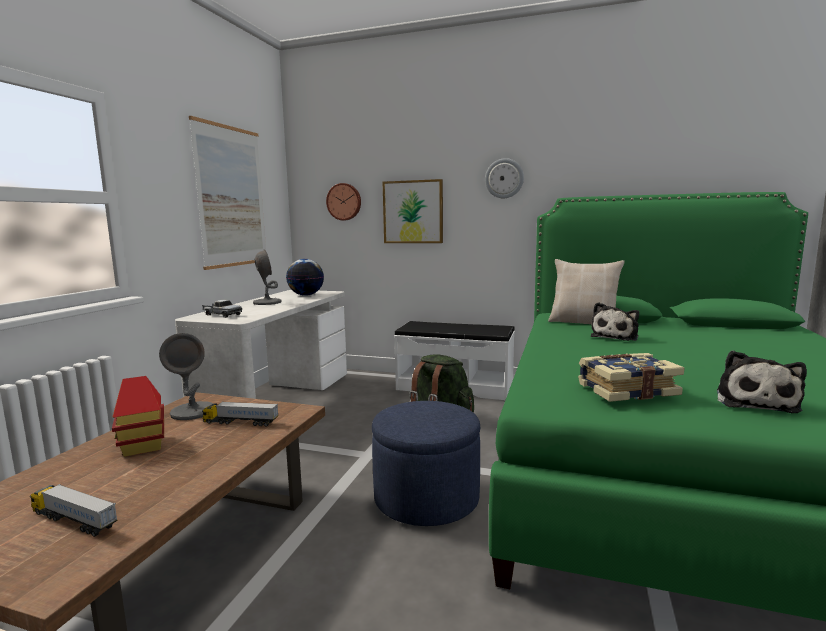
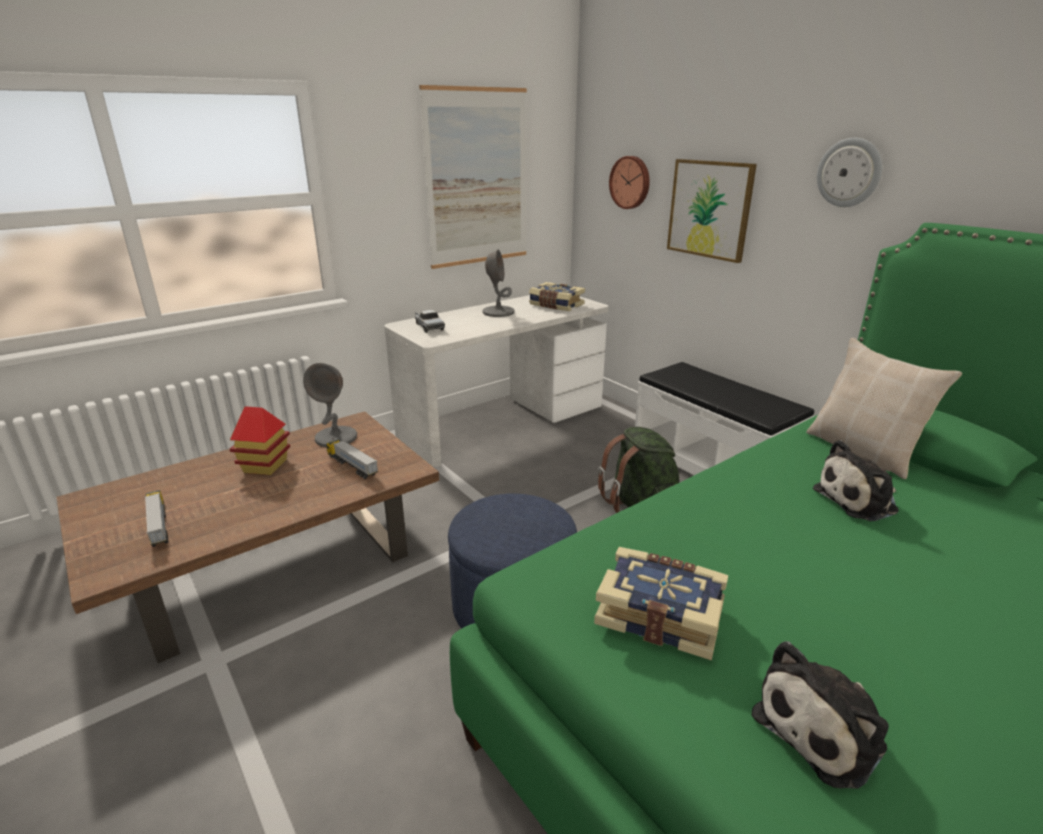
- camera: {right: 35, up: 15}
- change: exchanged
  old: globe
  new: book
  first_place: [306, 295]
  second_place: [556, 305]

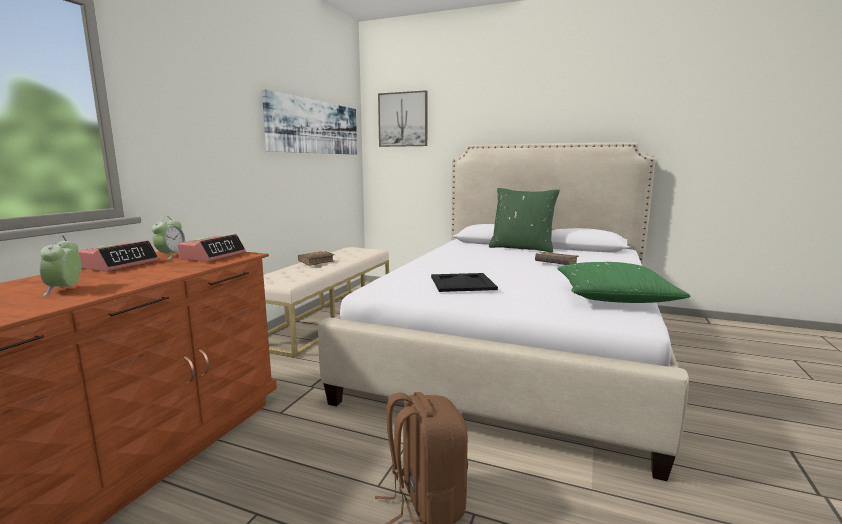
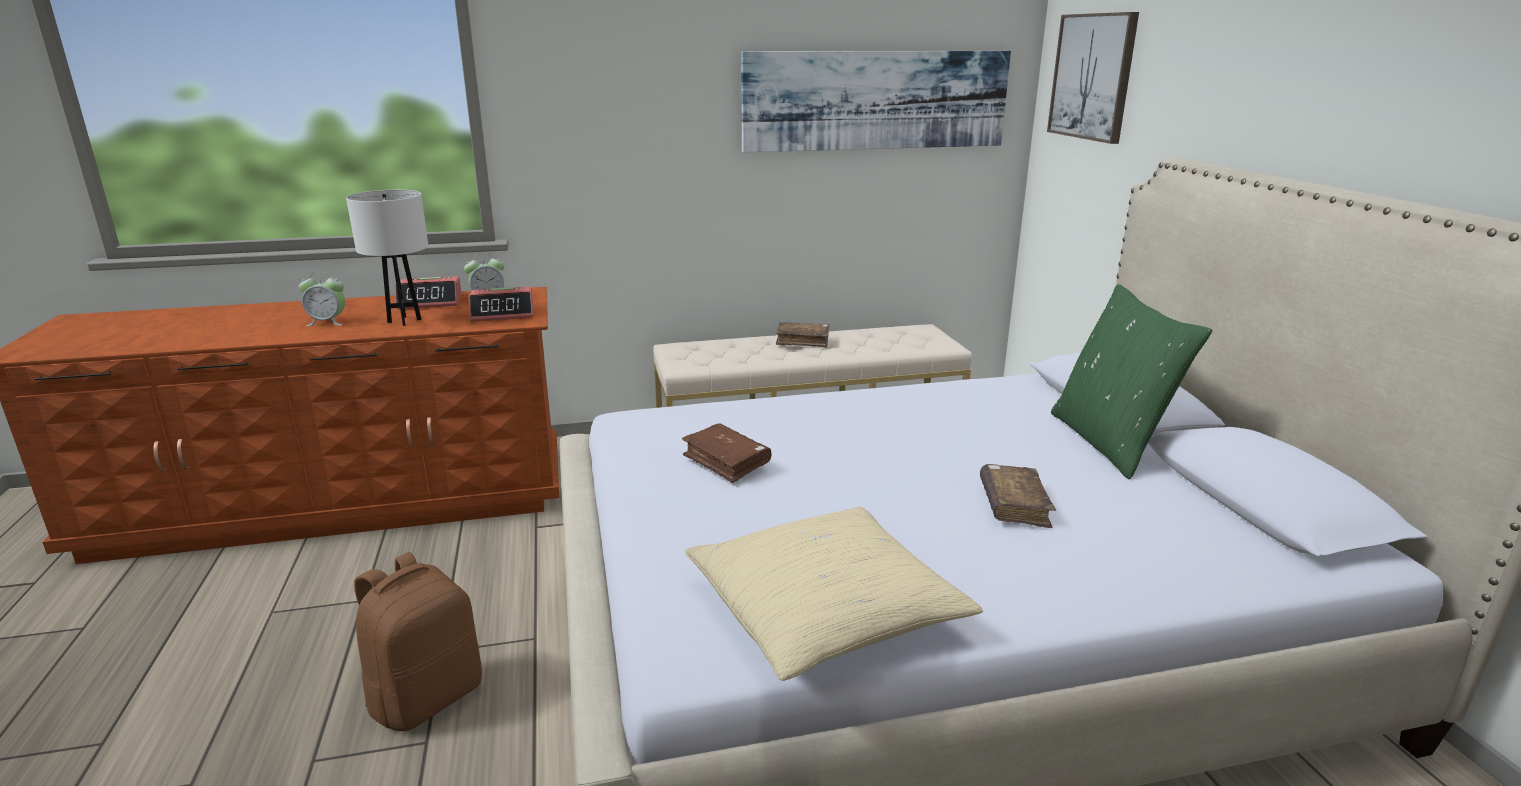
- camera: {right: 55, up: 10}
- change: spun
  old: alarm clock
  first_place: [65, 290]
  second_place: [327, 322]
  degrees: -135
- change: exchanged
  old: black tray
  new: brown book
  first_place: [463, 283]
  second_place: [726, 461]
- change: colour
  old: green pillow
  new: beige pillow
  first_place: [613, 297]
  second_place: [825, 611]
- change: appeared
  new: white table lamp
  second_place: [404, 321]

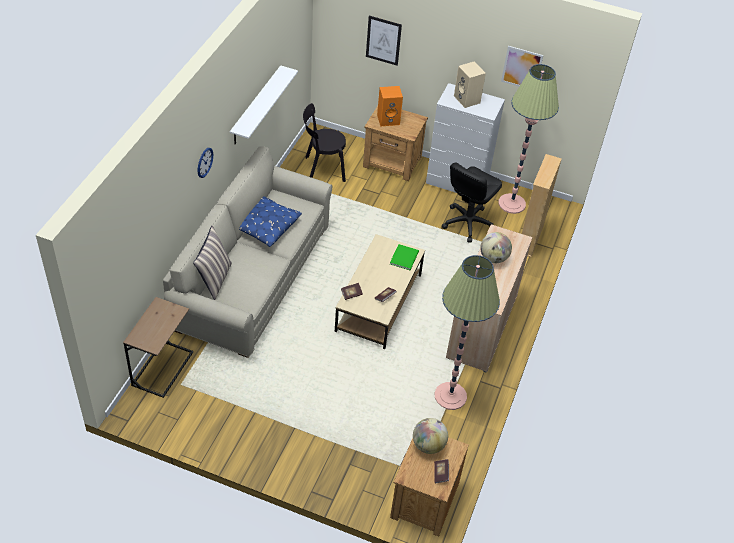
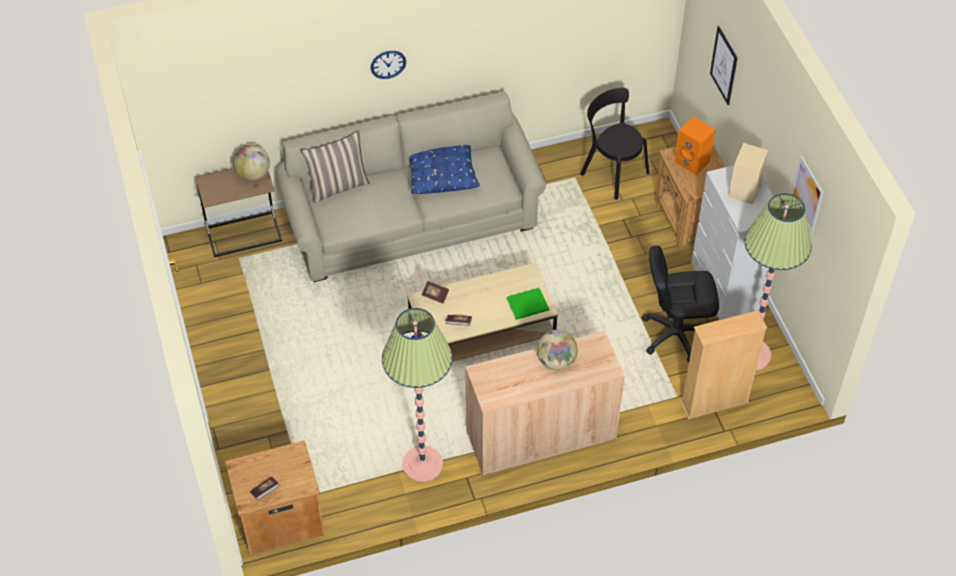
- camera: {right: 55, up: 5}
- change: missing
  old: white shelf
  first_place: [256, 106]
- change: relocated
  old: globe
  first_place: [428, 445]
  second_place: [253, 174]

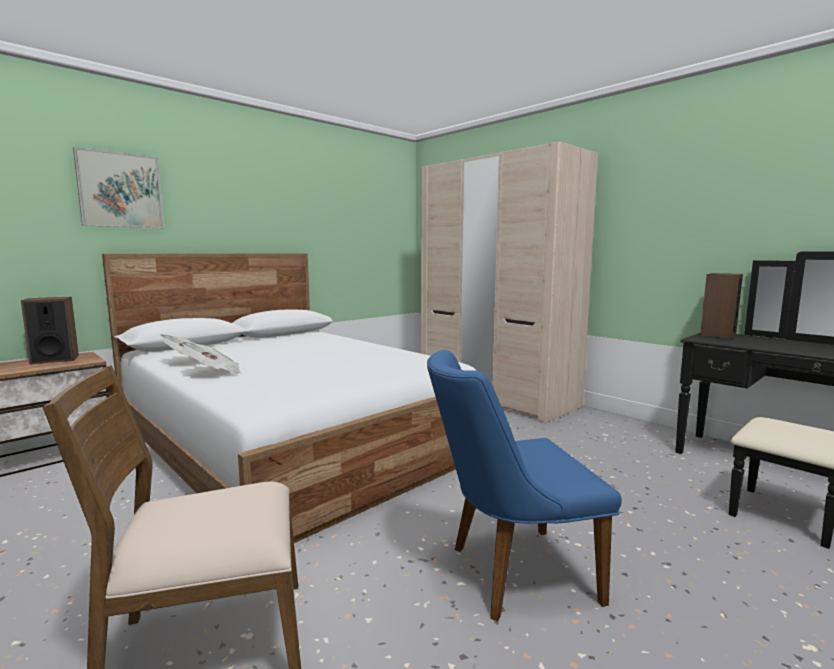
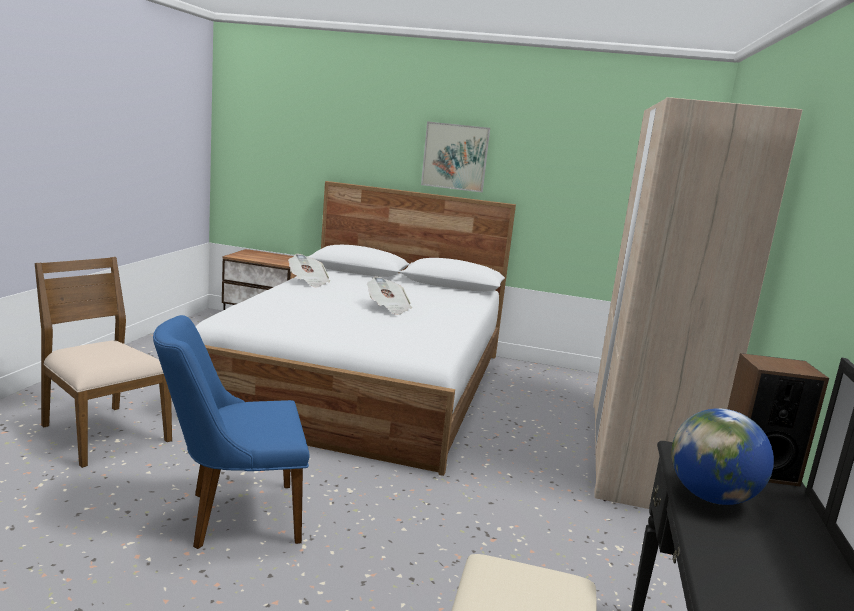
- camera: {right: 55, up: 5}
- change: missing
  old: speaker
  first_place: [55, 359]
- change: relocated
  old: picture
  first_place: [120, 190]
  second_place: [455, 156]
- change: relocated
  old: newspaper
  first_place: [214, 372]
  second_place: [388, 308]
- change: spun
  old: blue chair
  first_place: [509, 573]
  second_place: [232, 516]
  degrees: -60
- change: appeared
  new: globe
  second_place: [711, 497]

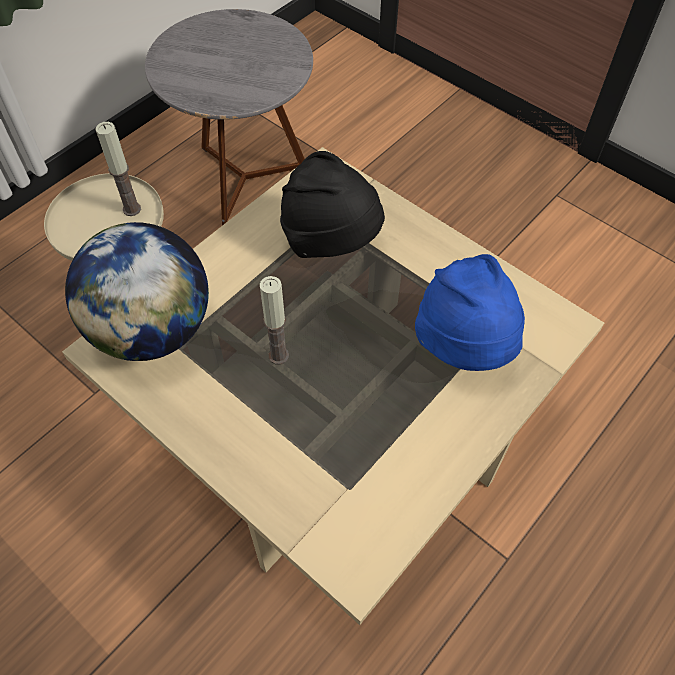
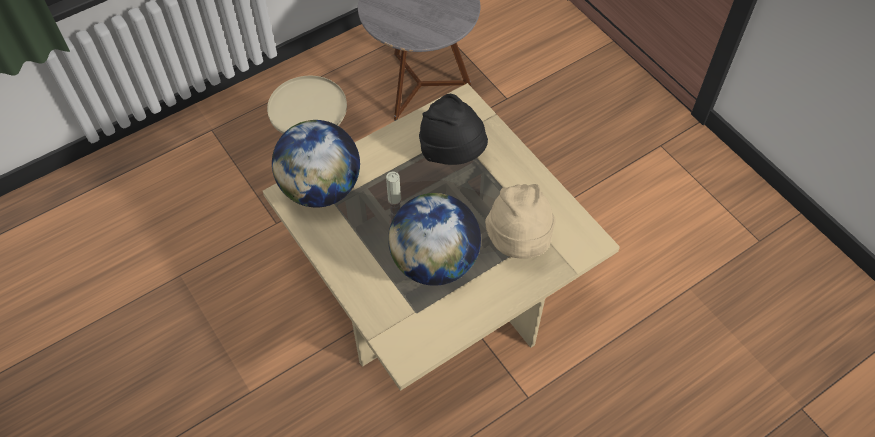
- camera: {right: 15, up: 0}
- change: missing
  old: candle
  first_place: [132, 209]
- change: colour
  old: blue hat
  new: beige hat
  first_place: [465, 345]
  second_place: [519, 241]
- change: appeared
  new: globe
  second_place: [434, 262]

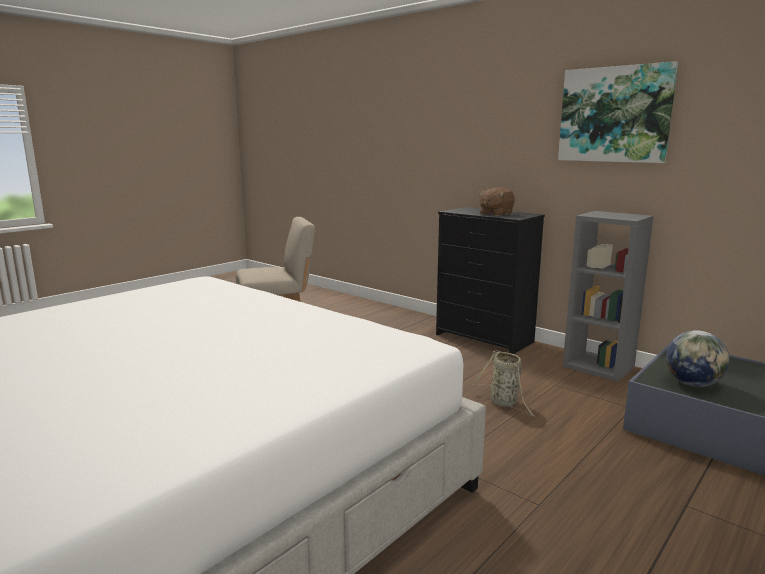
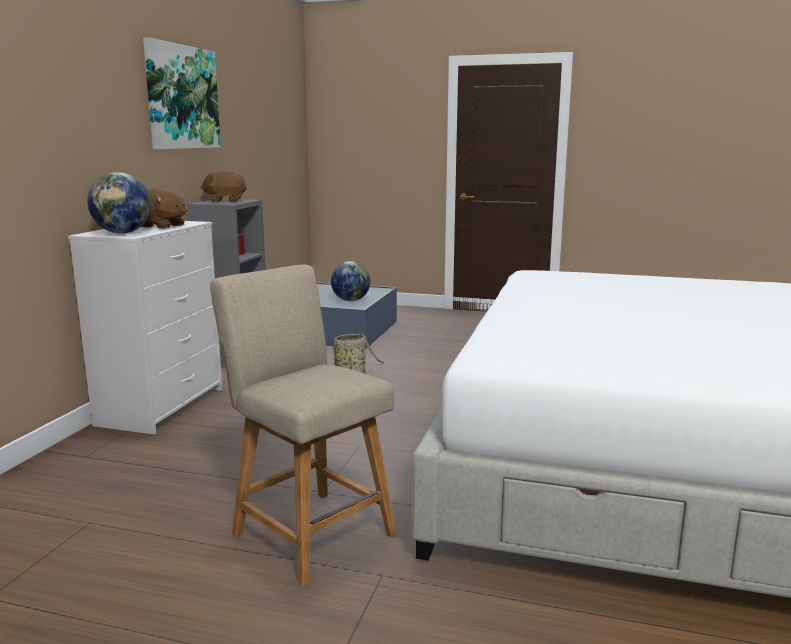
- camera: {right: -115, up: 0}
- change: colour
  old: black dresser
  new: white dresser
  first_place: [485, 338]
  second_place: [162, 406]
- change: appeared
  new: globe
  second_place: [123, 233]
- change: appeared
  new: brown plush toy
  second_place: [225, 201]

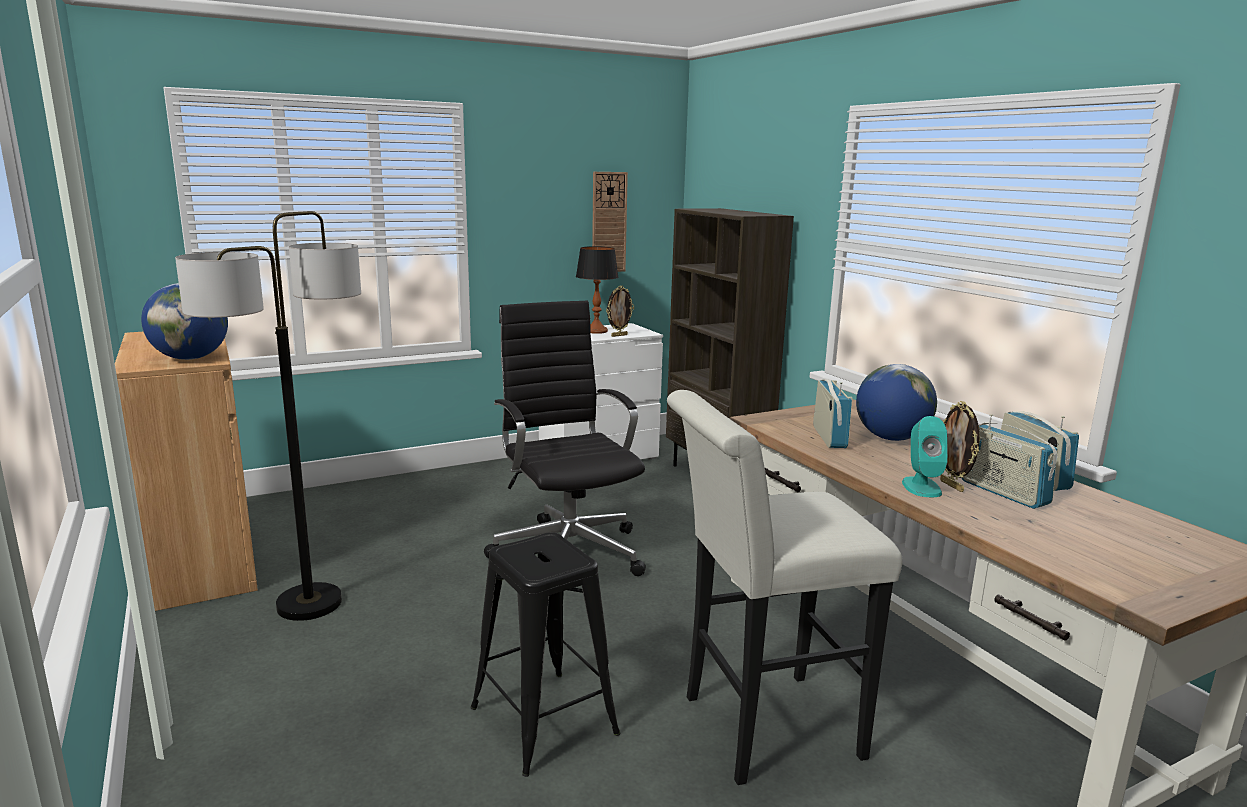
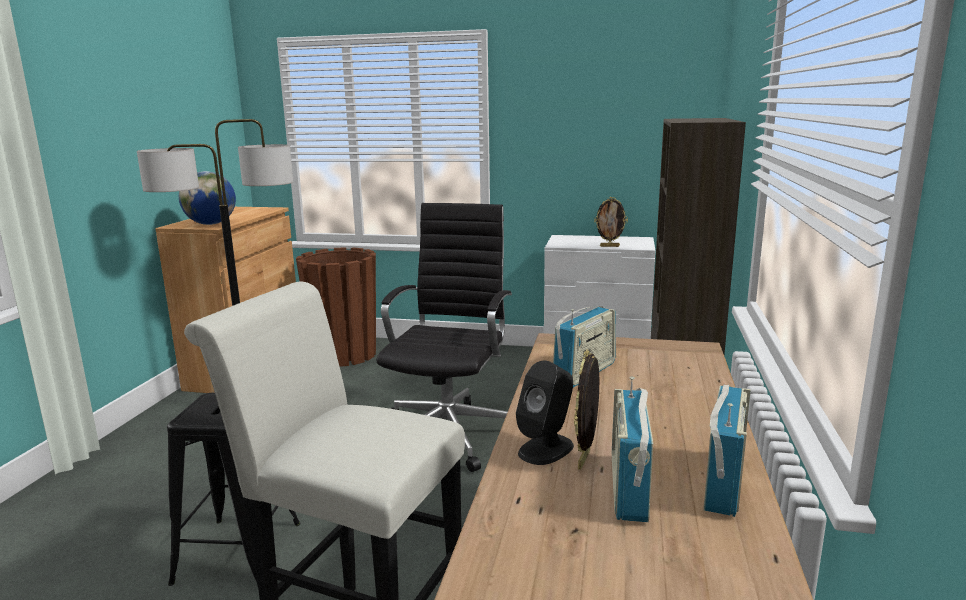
- camera: {right: 40, up: 0}
- change: missing
  old: table lamp
  first_place: [596, 331]
- change: missing
  old: wall clock
  first_place: [609, 222]
- change: missing
  old: globe
  first_place: [891, 438]
- change: colour
  old: turquoise speaker
  new: black speaker
  first_place: [921, 487]
  second_place: [546, 449]
- change: appeared
  new: brown planter
  second_place: [344, 354]

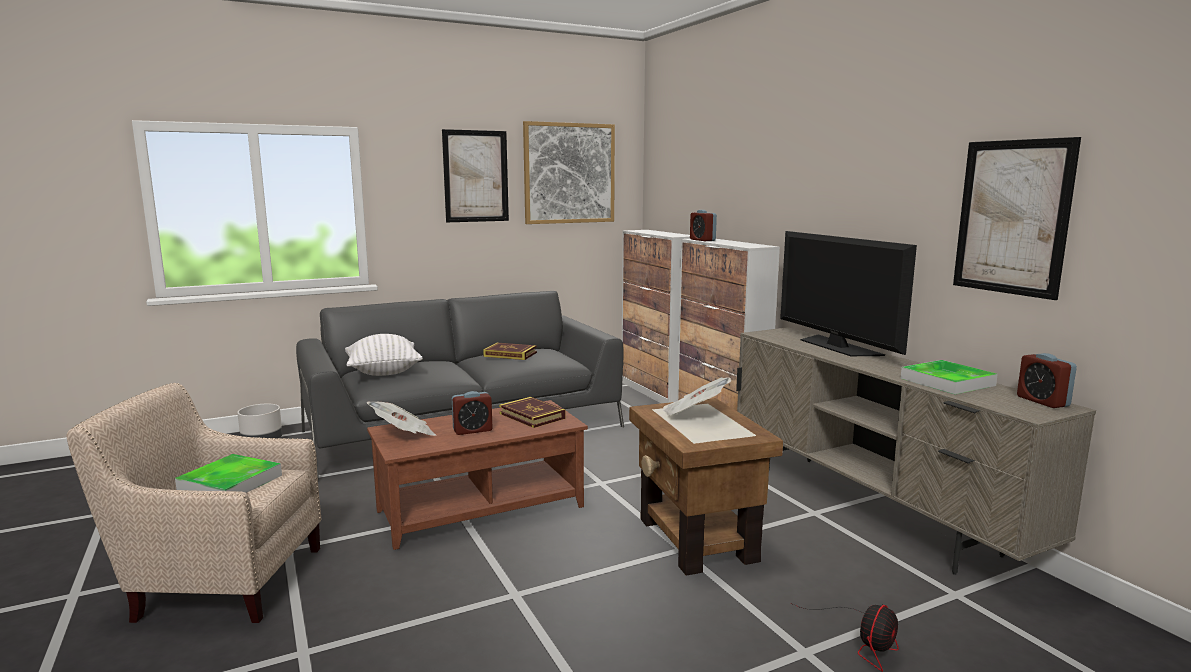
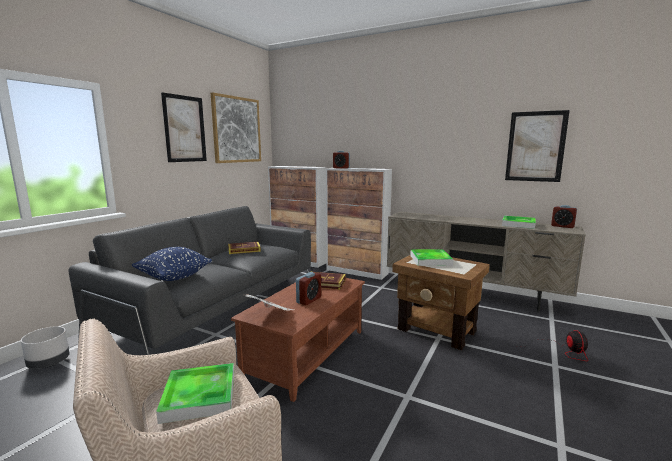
- camera: {right: -35, up: 0}
- change: colour
  old: white pillow
  new: blue pillow
  first_place: [383, 372]
  second_place: [174, 277]
- change: exchanged
  old: newspaper
  new: tray
  first_place: [694, 414]
  second_place: [430, 260]
- change: missing
  old: television
  first_place: [837, 346]

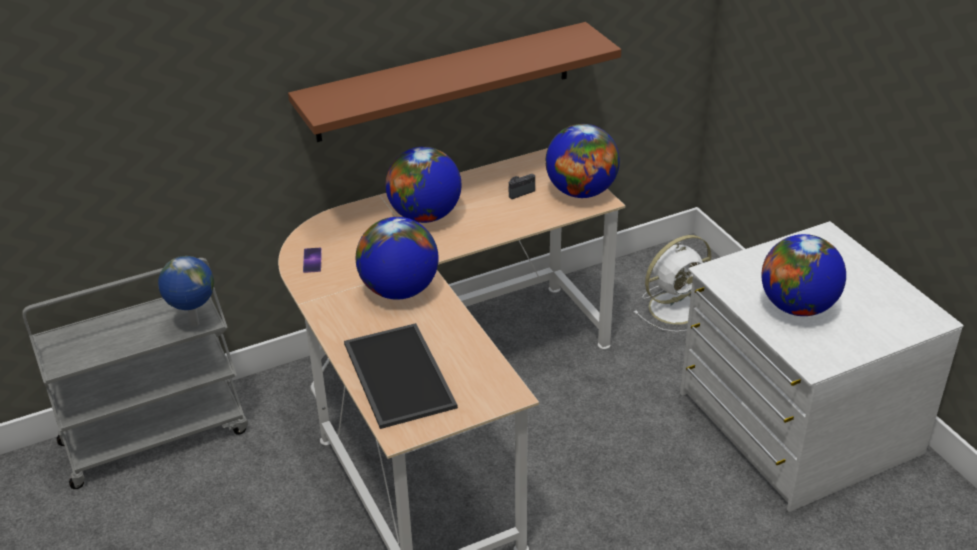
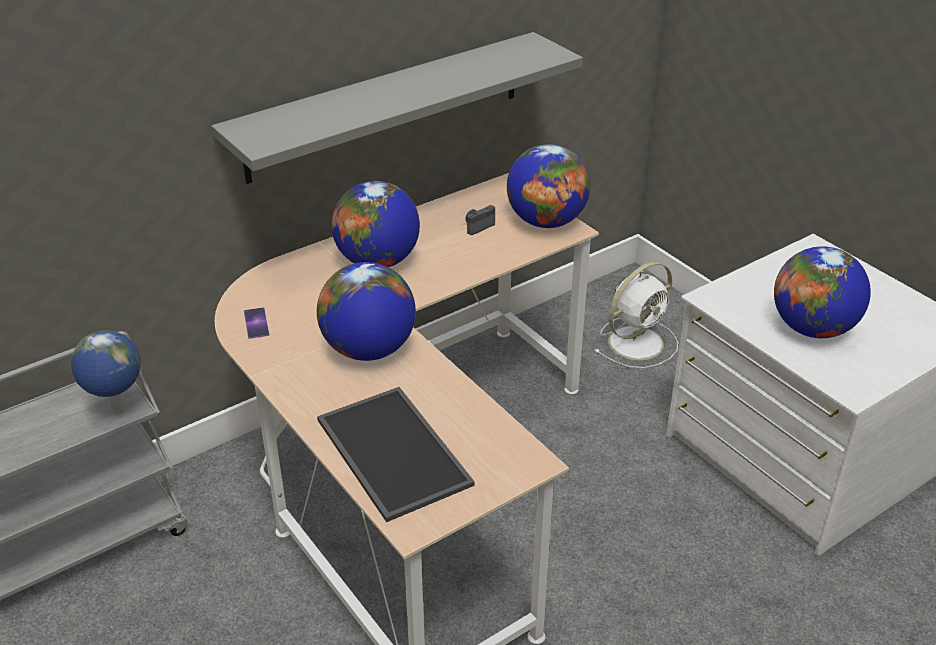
- camera: {right: -10, up: 0}
- change: colour
  old: brown shelf
  new: grey shelf
  first_place: [444, 82]
  second_place: [386, 106]

